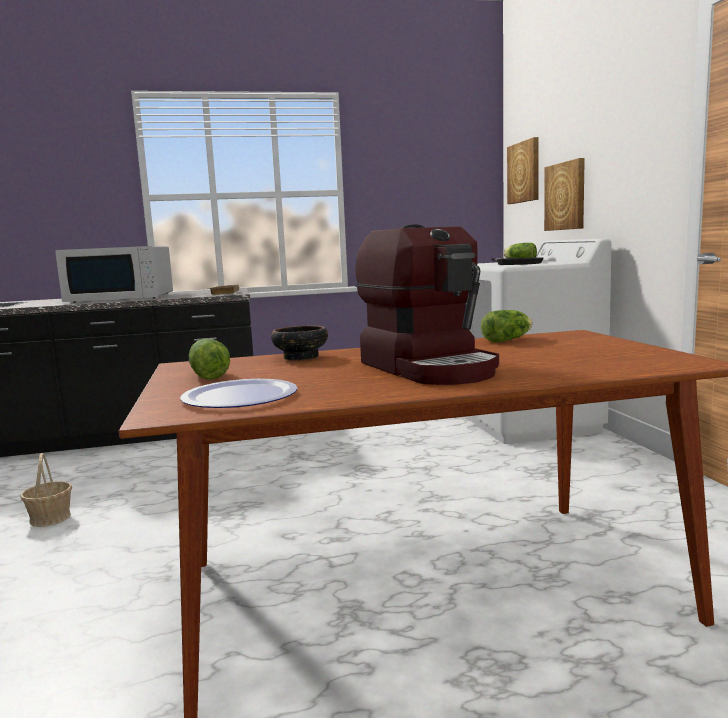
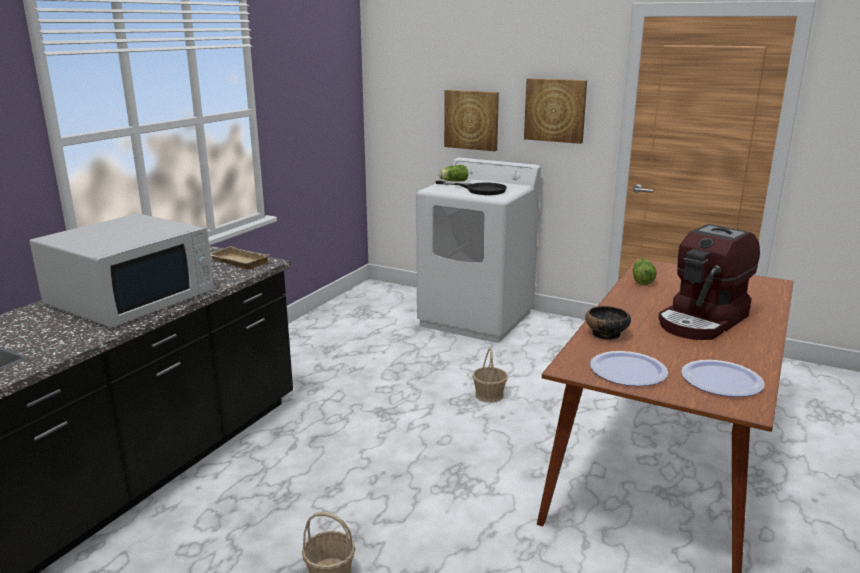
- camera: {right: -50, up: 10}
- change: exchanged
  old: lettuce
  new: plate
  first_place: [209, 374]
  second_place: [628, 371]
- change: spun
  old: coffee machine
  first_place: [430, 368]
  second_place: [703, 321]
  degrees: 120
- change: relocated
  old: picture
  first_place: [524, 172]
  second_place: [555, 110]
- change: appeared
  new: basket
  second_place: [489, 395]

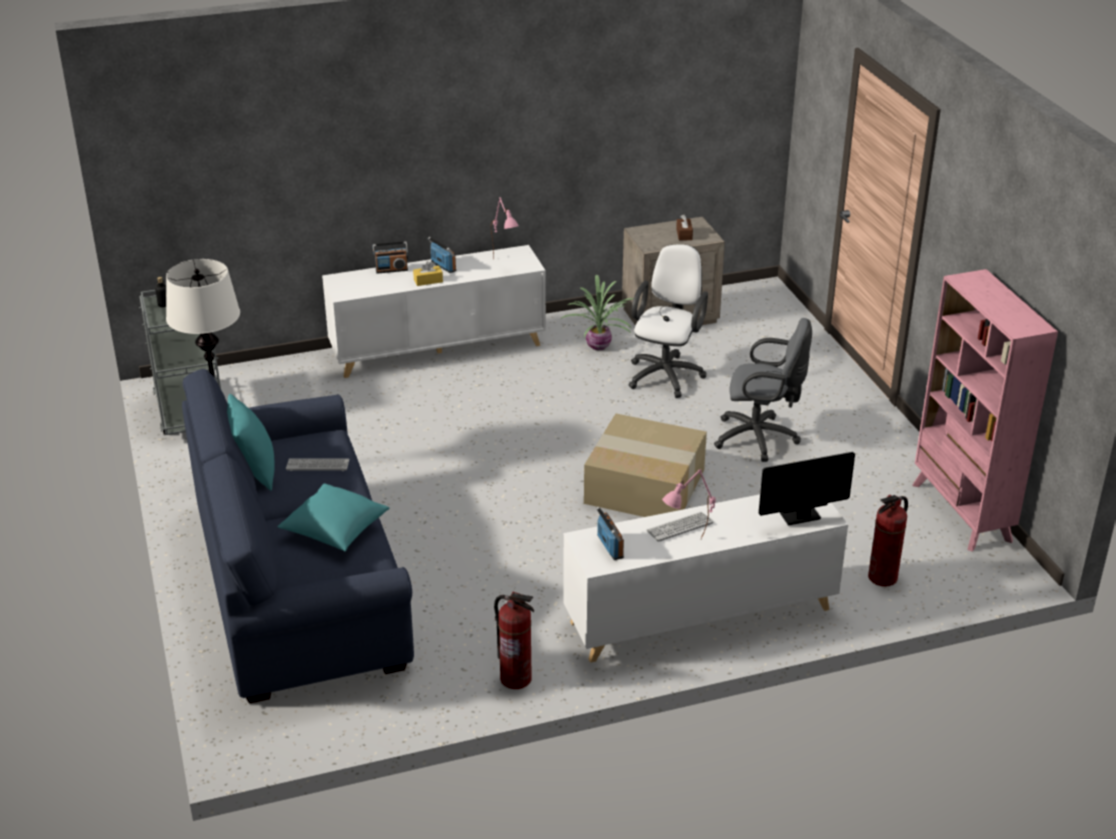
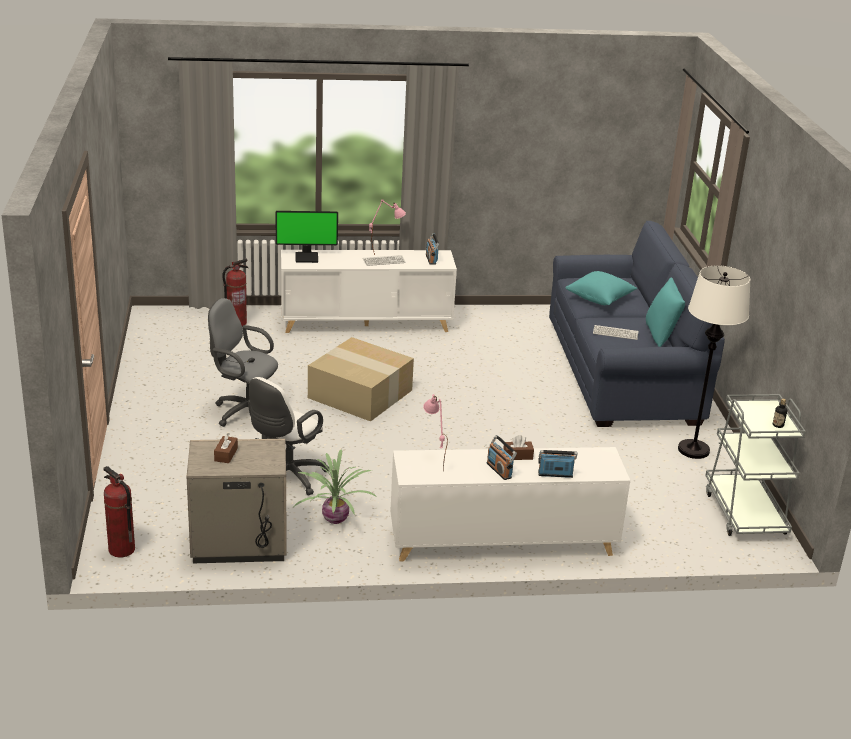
- camera: {right: -170, up: -5}
- change: colour
  old: yellow tissue box
  new: brown tissue box
  first_place: [428, 281]
  second_place: [518, 456]
- change: relocated
  old: fire extinguisher
  first_place: [515, 679]
  second_place: [121, 550]
- change: missing
  old: pink bookcase
  first_place: [961, 513]

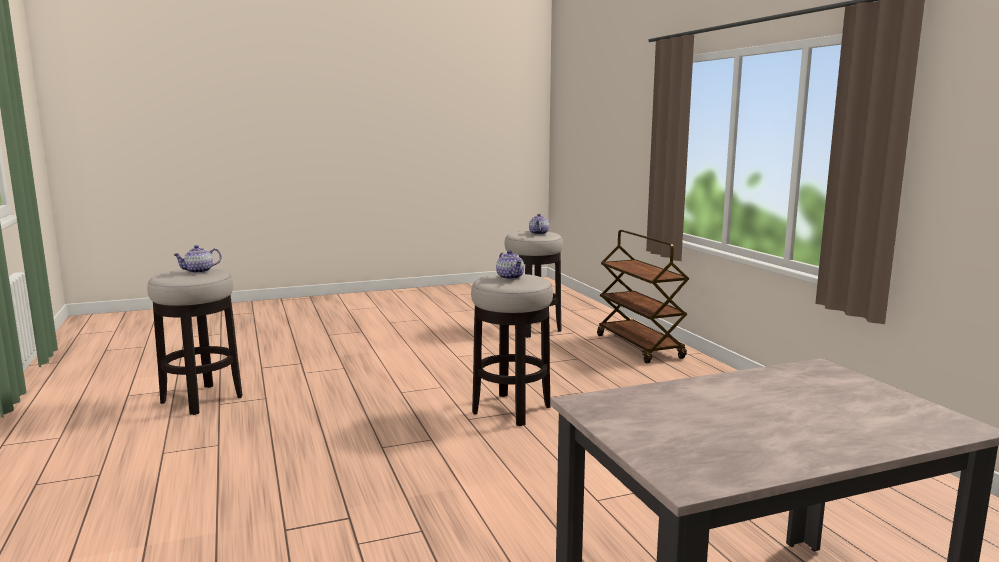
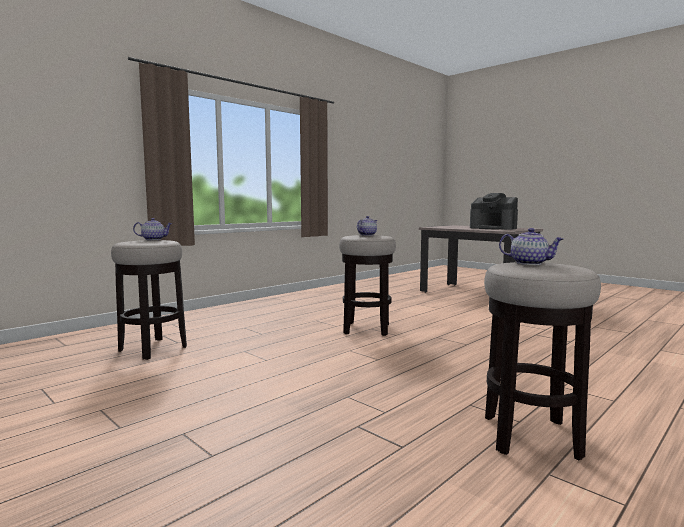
- camera: {right: -115, up: -5}
- change: missing
  old: brown cart
  first_place: [640, 347]
- change: appeared
  new: coffee machine
  second_place: [493, 228]

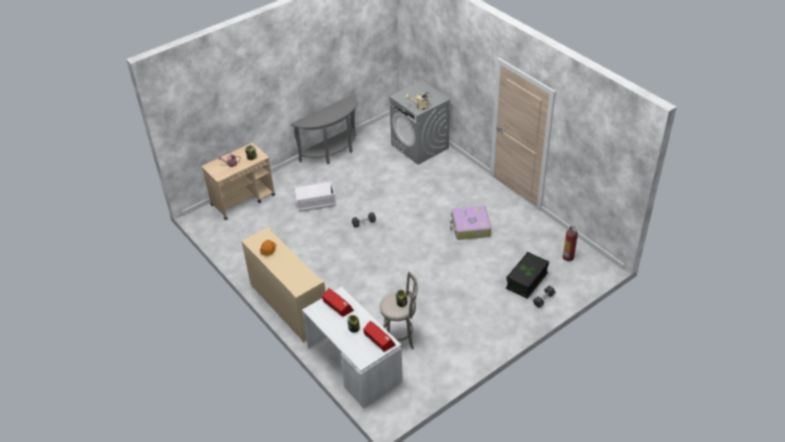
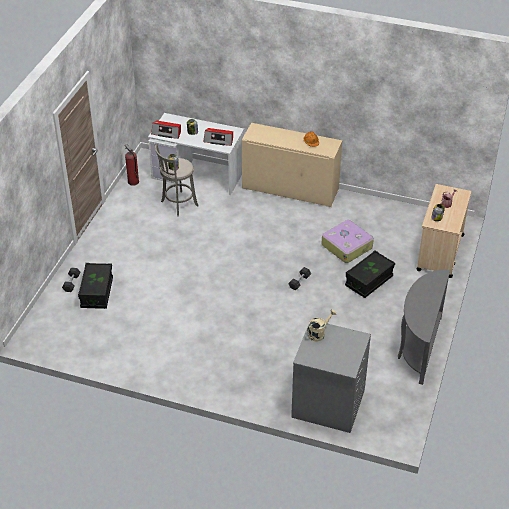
- camera: {right: 145, up: 0}
- change: colour
  old: white storage box
  new: black storage box
  first_place: [315, 202]
  second_place: [369, 281]
- change: relocated
  old: suitcase
  first_place: [470, 227]
  second_place: [347, 246]
- change: relocated
  old: fire extinguisher
  first_place: [568, 257]
  second_place: [133, 182]

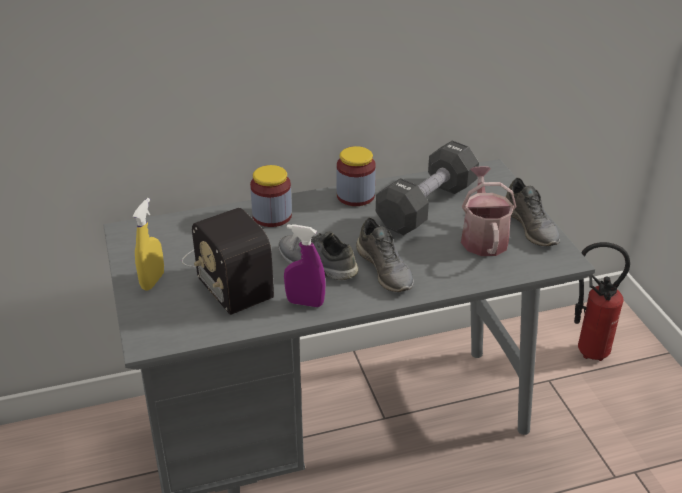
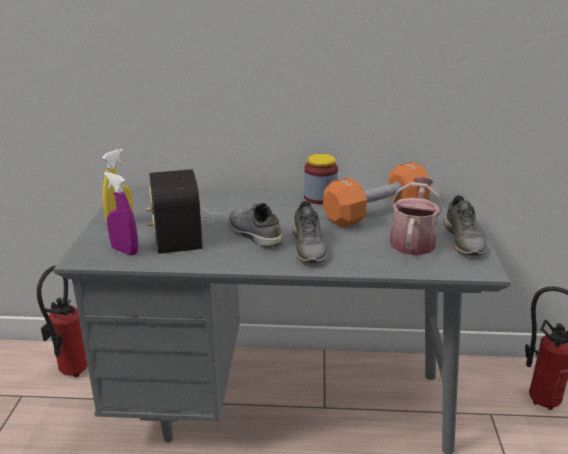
- camera: {right: 20, up: -10}
- change: missing
  old: jar
  first_place: [272, 216]
- change: relocated
  old: purple spray bottle
  first_place: [305, 303]
  second_place: [125, 251]
- change: colour
  old: black dumbbell
  new: orange dumbbell
  first_place: [427, 206]
  second_place: [376, 212]
- change: appeared
  new: fire extinguisher
  second_place: [70, 373]

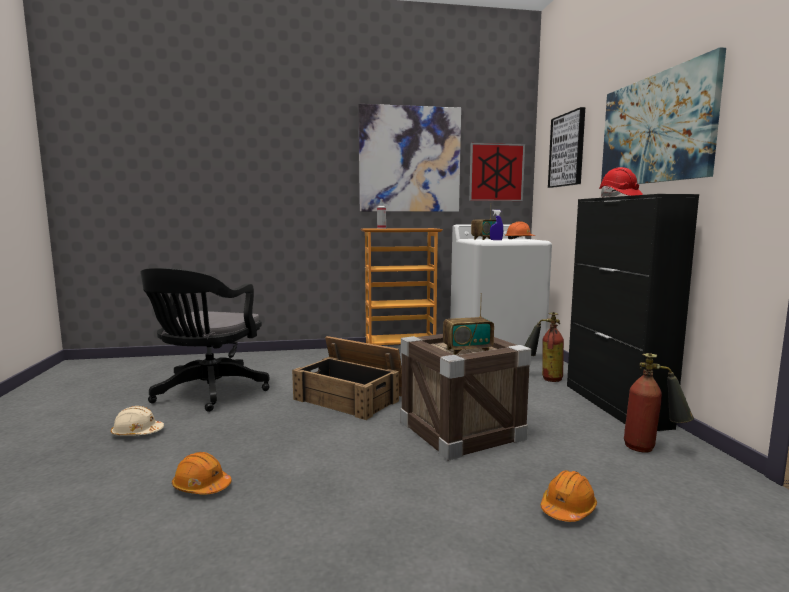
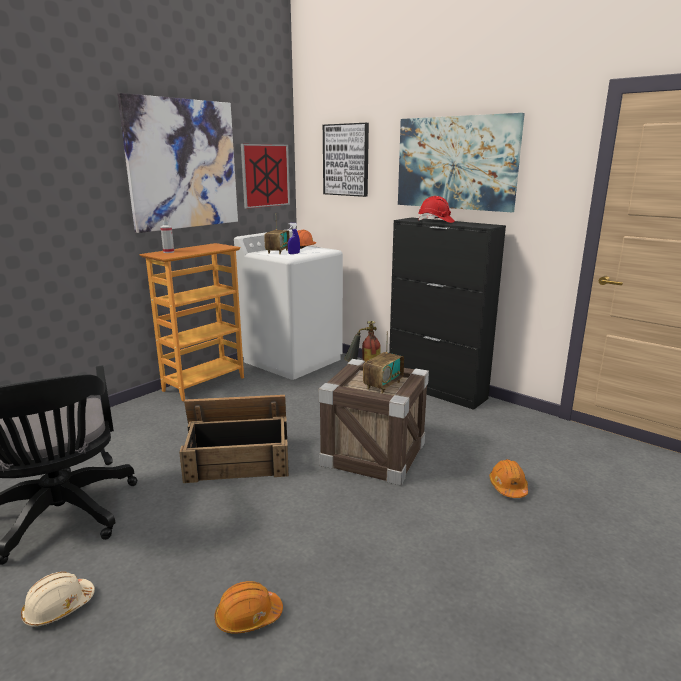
- camera: {right: -40, up: 10}
- change: missing
  old: fire extinguisher
  first_place: [652, 449]

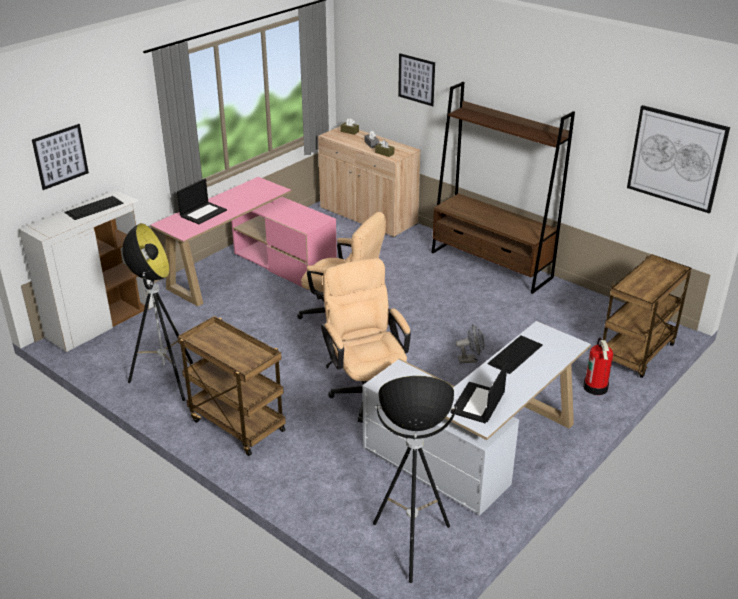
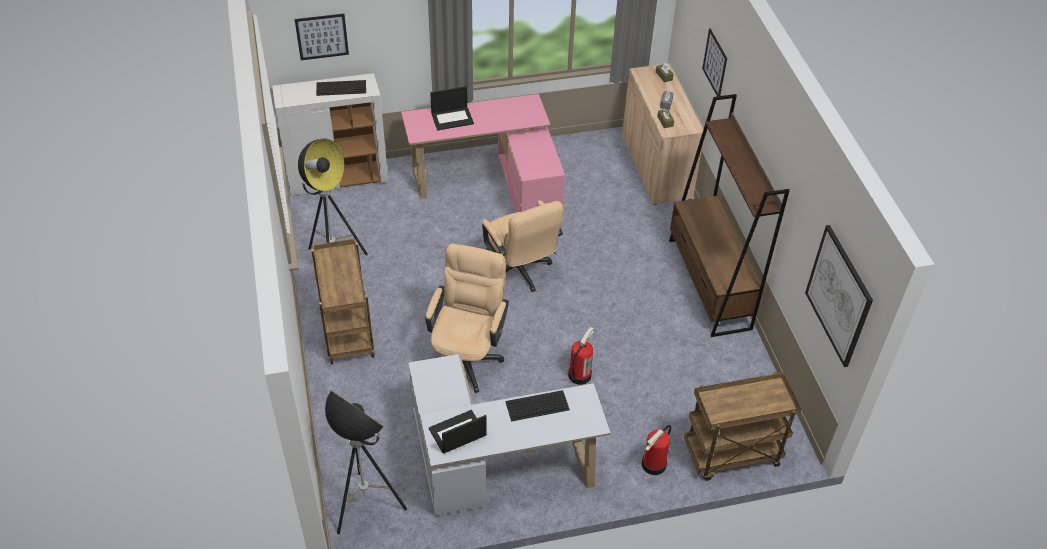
- camera: {right: 35, up: 15}
- change: exchanged
  old: grey fan
  new: fire extinguisher
  first_place: [470, 359]
  second_place: [579, 375]

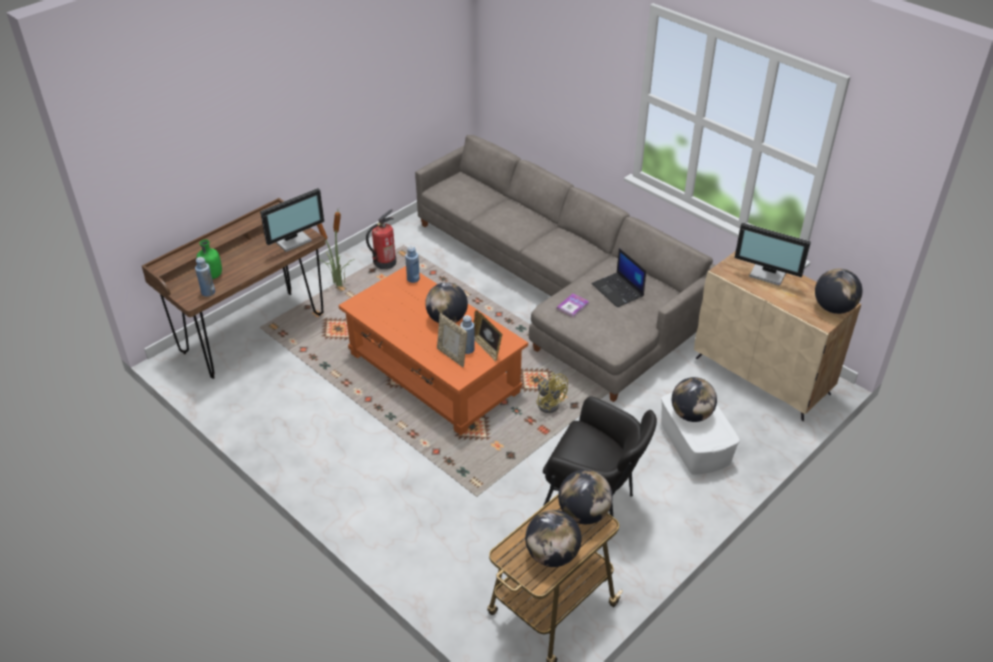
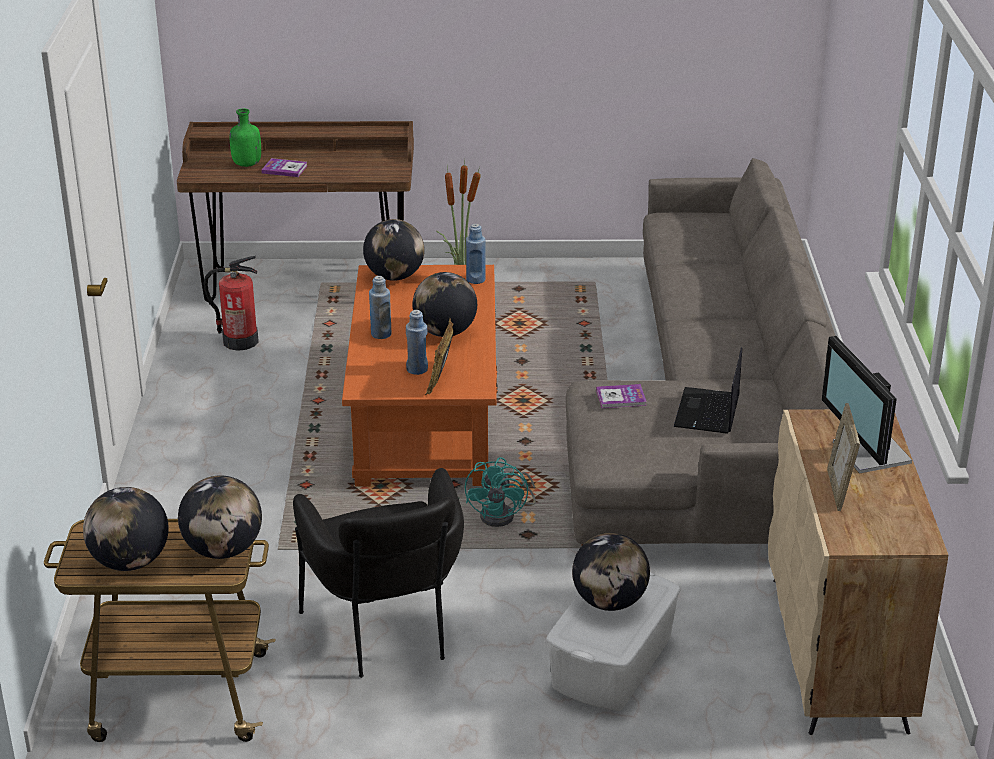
- camera: {right: 45, up: -10}
- change: relocated
  old: blue bottle
  first_place: [208, 292]
  second_place: [381, 334]
- change: missing
  old: monitor
  first_place: [292, 240]
- change: relocated
  old: fire extinguisher
  first_place: [384, 263]
  second_place: [239, 341]
- change: relocated
  old: picture frame
  first_place: [452, 356]
  second_place: [838, 490]
- change: colour
  old: yellow fan
  new: turquoise fan
  first_place: [549, 402]
  second_place: [504, 515]
- change: relocated
  old: globe
  first_place: [833, 308]
  second_place: [395, 276]
- change: appeared
  new: book
  second_place: [284, 169]

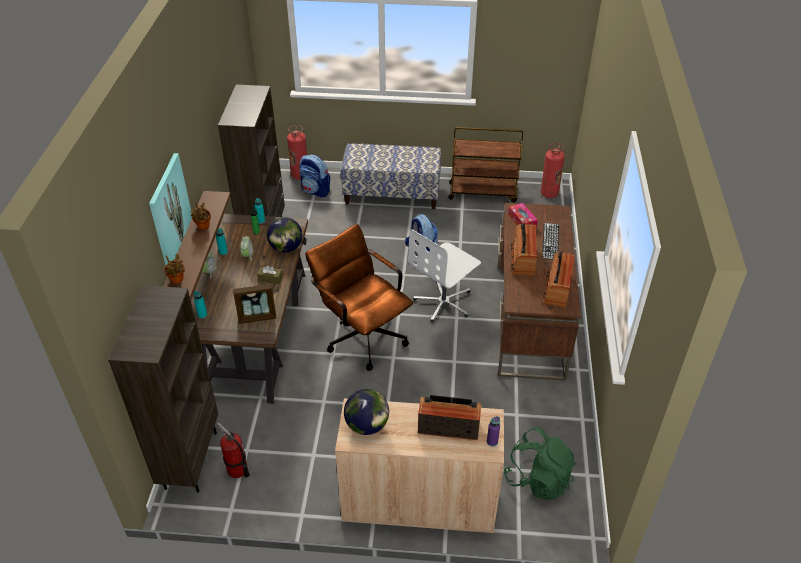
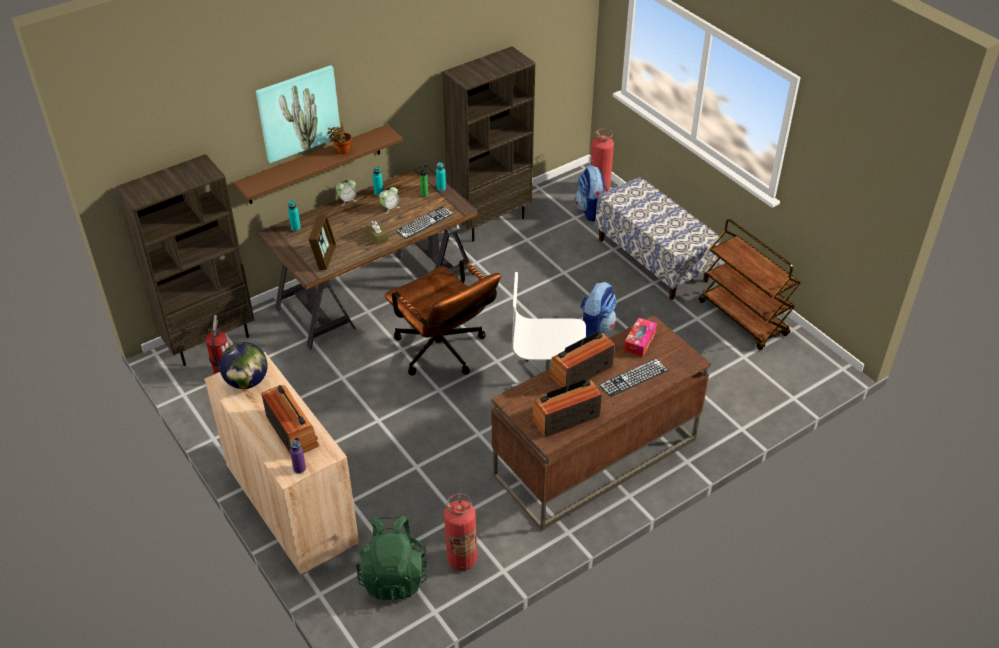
- camera: {right: 50, up: 0}
- change: missing
  old: potted plant
  first_place: [177, 280]
- change: spun
  old: picture frame
  first_place: [257, 317]
  second_place: [325, 257]
  degrees: -120
- change: exchanged
  old: globe
  new: keyboard
  first_place: [286, 248]
  second_place: [424, 222]
- change: spun
  old: brown office chair
  first_place: [362, 334]
  second_place: [444, 353]
  degrees: 135
- change: relocated
  old: fire extinguisher
  first_place: [549, 193]
  second_place: [462, 560]

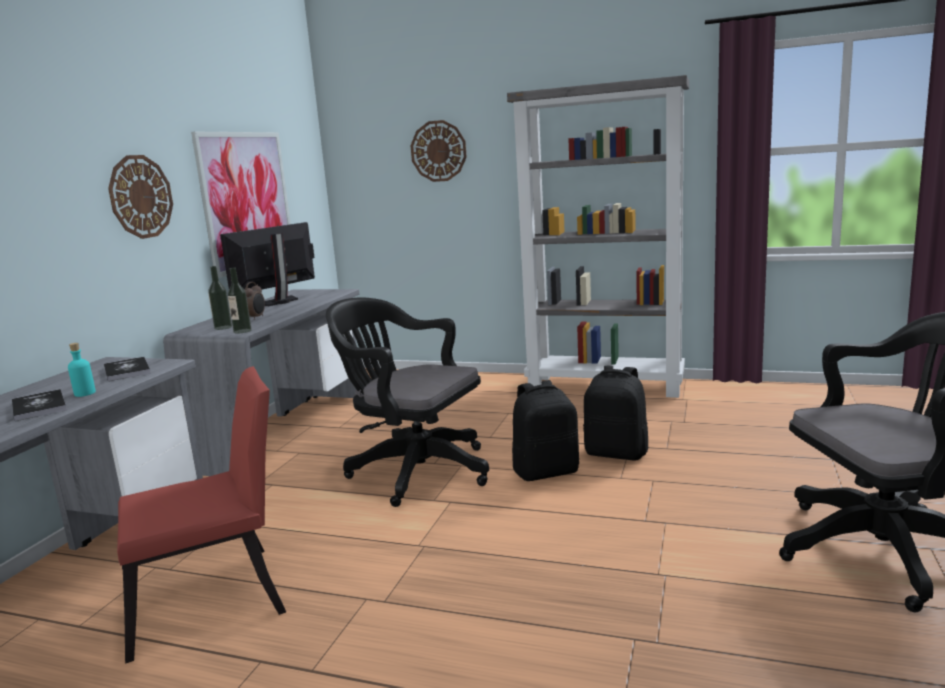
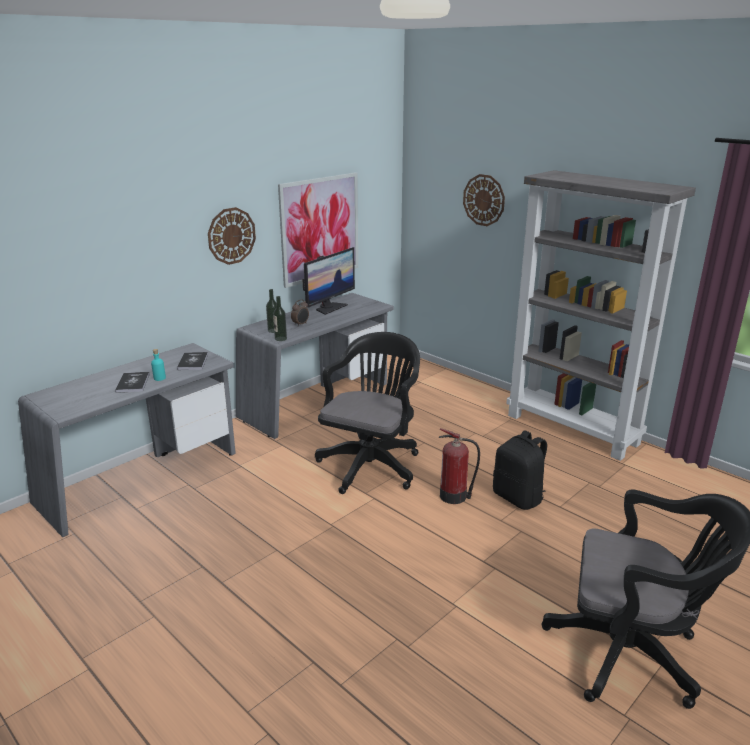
- camera: {right: 25, up: 10}
- change: missing
  old: red chair
  first_place: [216, 599]
- change: spun
  old: monitor
  first_place: [278, 302]
  second_place: [329, 308]
  degrees: 150
- change: spun
  old: black office chair
  first_place: [414, 470]
  second_place: [371, 464]
  degrees: 60
- change: exchanged
  old: black backpack
  new: fire extinguisher
  first_place: [546, 472]
  second_place: [455, 496]

